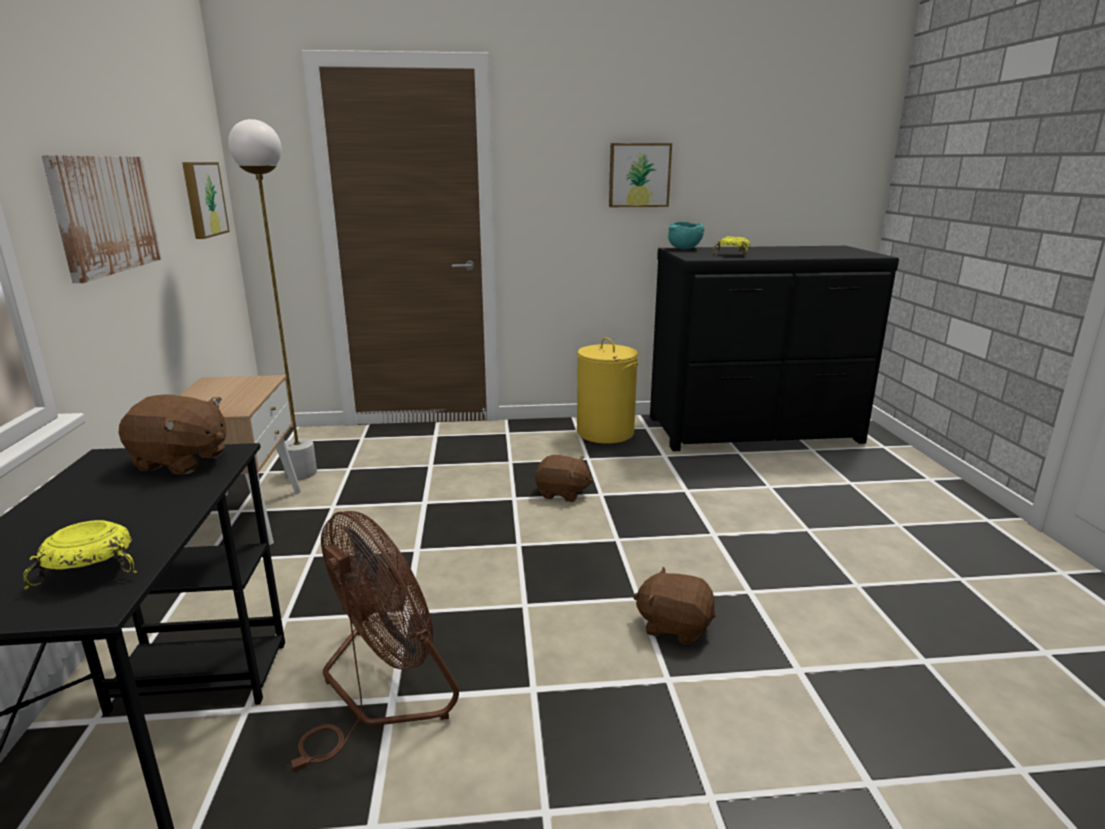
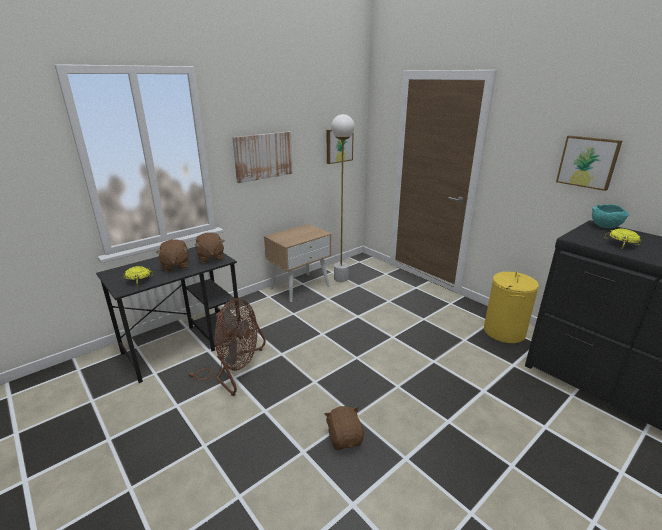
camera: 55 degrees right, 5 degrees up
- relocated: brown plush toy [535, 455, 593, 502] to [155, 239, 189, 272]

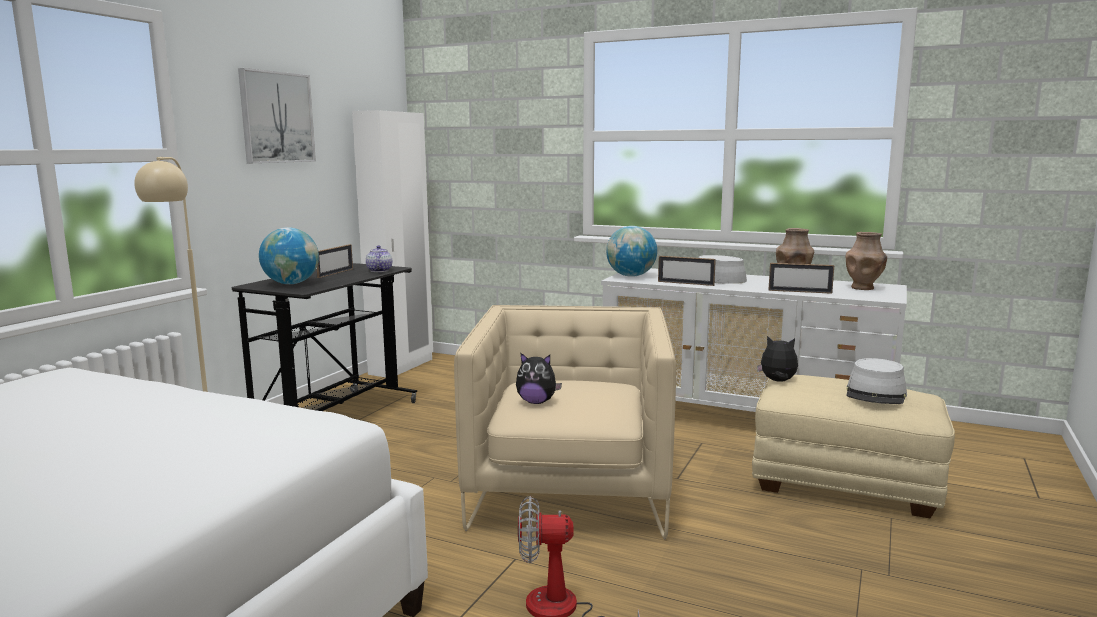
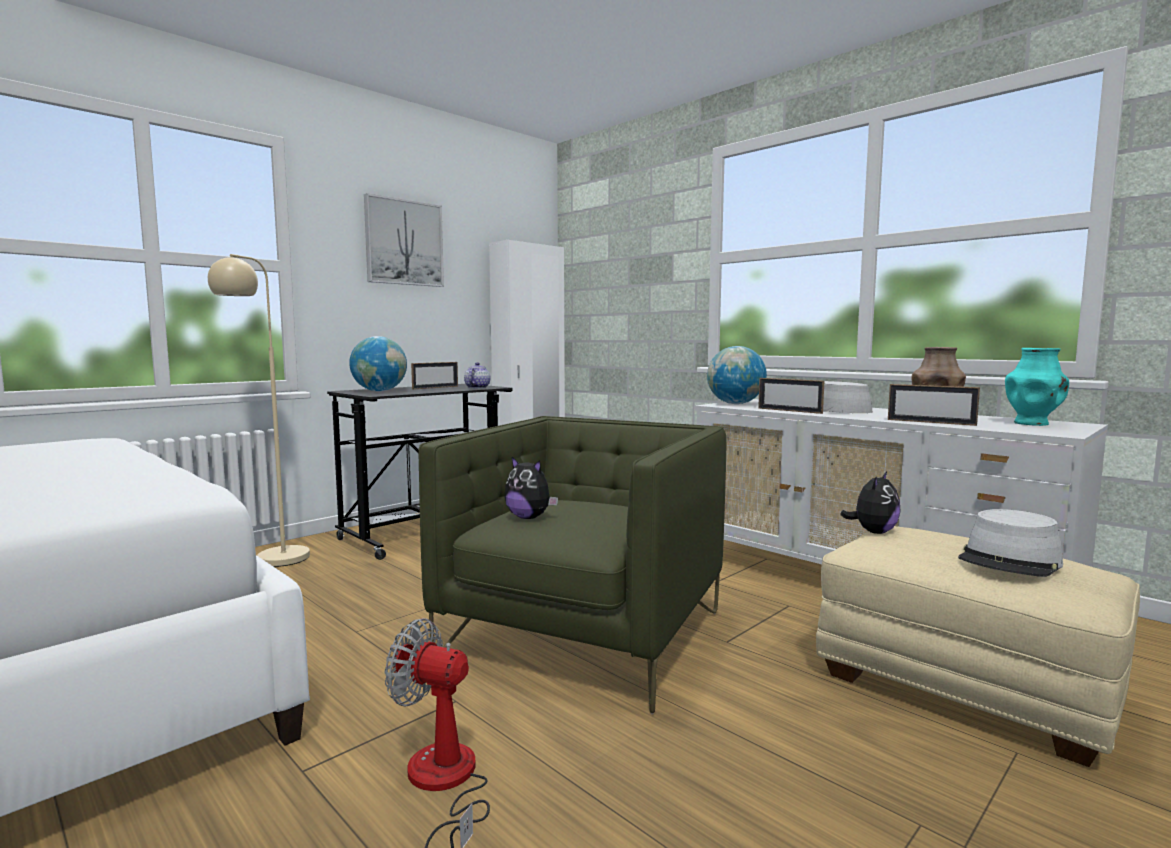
camera: 20 degrees right, 5 degrees down
- colour: beige armchair [454, 305, 676, 539] to green armchair [418, 416, 726, 715]
- spun: plush toy [757, 336, 798, 382] = [840, 471, 901, 534] 90 degrees clockwise
- colour: brown vase [846, 232, 887, 290] to turquoise vase [1005, 348, 1069, 426]

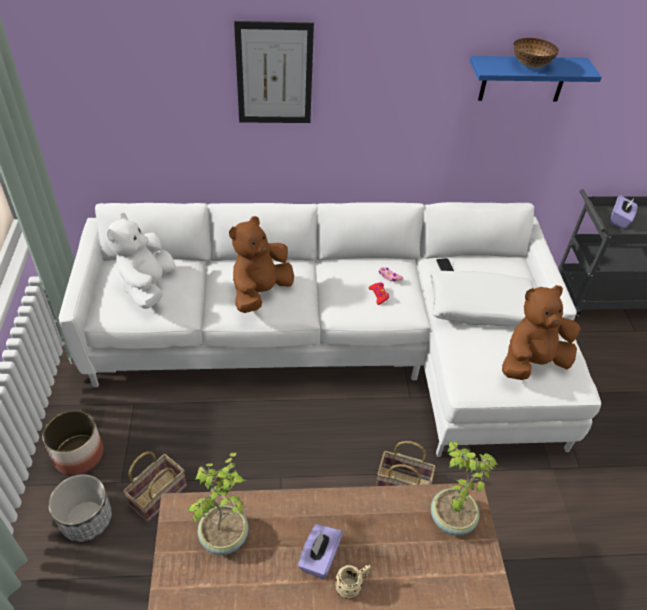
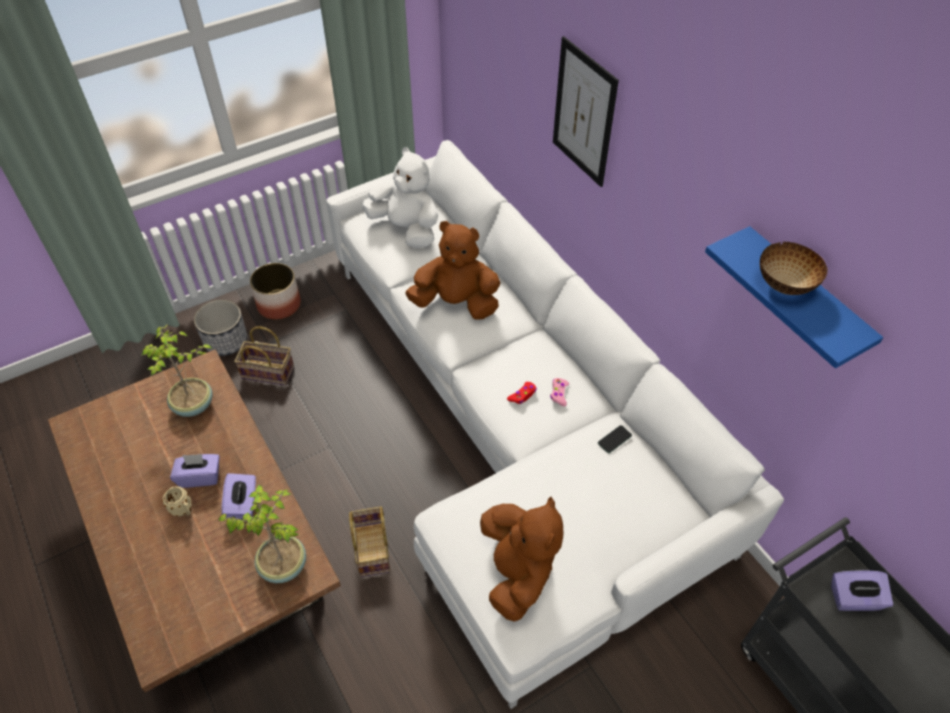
camera: 65 degrees right, 5 degrees up
- appeared: purple tissue box [222, 473, 256, 520]
- spun: white plush toy [106, 213, 176, 309] = [363, 147, 438, 248] 60 degrees clockwise
- spun: brown plush toy [502, 285, 581, 380] = [480, 497, 563, 622] 45 degrees clockwise
- missing: white pillow [430, 271, 534, 326]

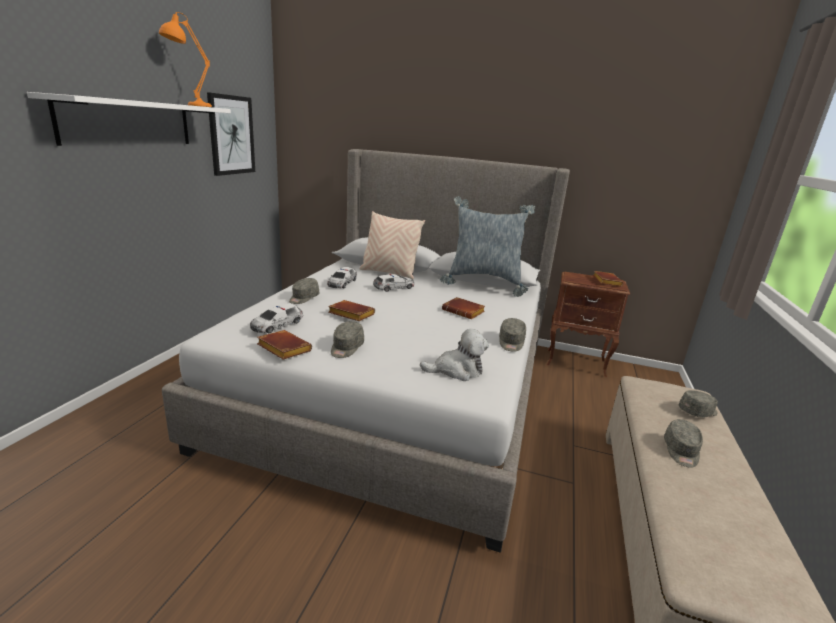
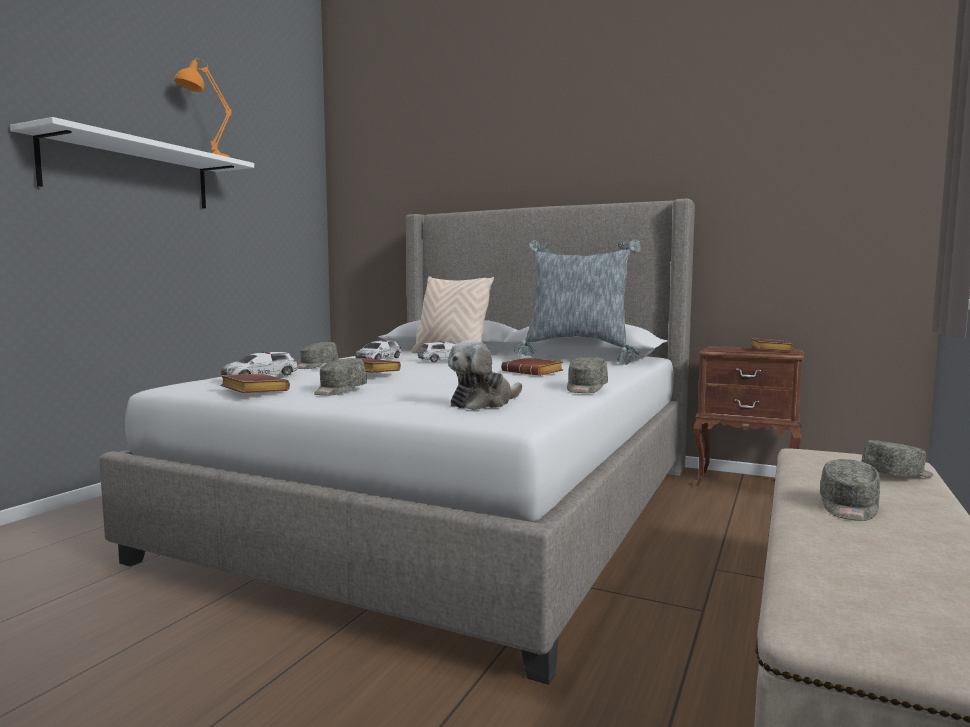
camera: 10 degrees right, 15 degrees down
- spun: plush toy [420, 329, 489, 381] = [448, 340, 522, 410] 135 degrees clockwise
- missing: picture [207, 92, 255, 176]

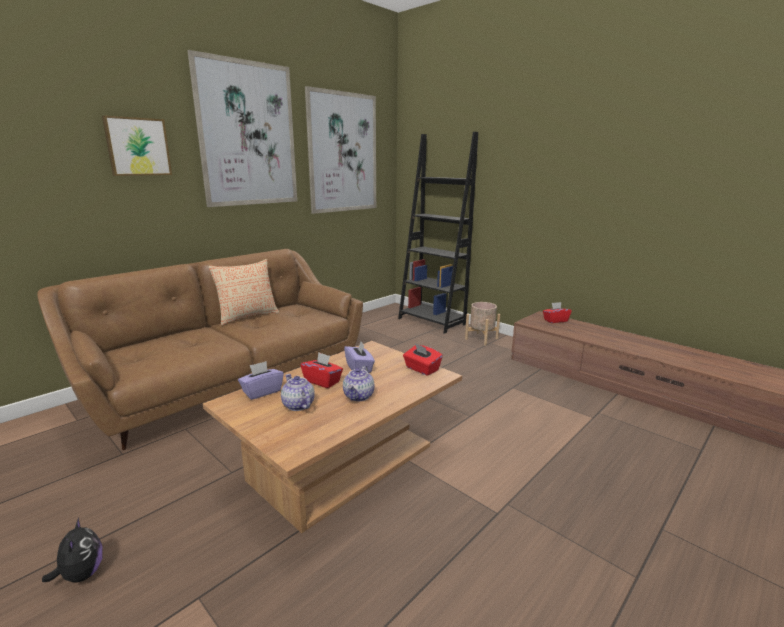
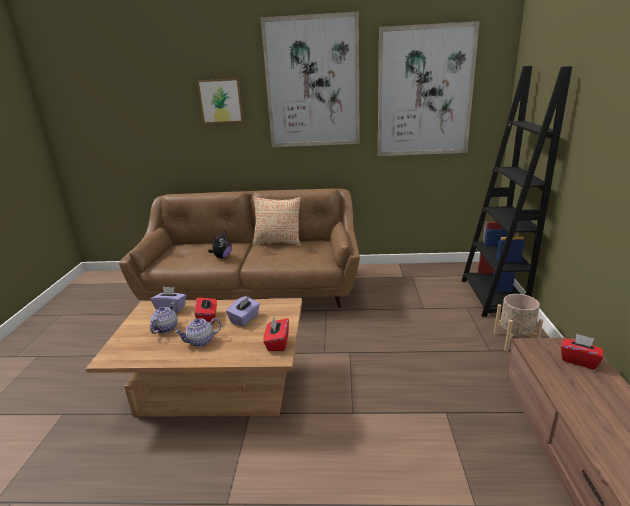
camera: 50 degrees right, 5 degrees up
- relocated: plush toy [42, 517, 103, 583] to [208, 232, 232, 259]

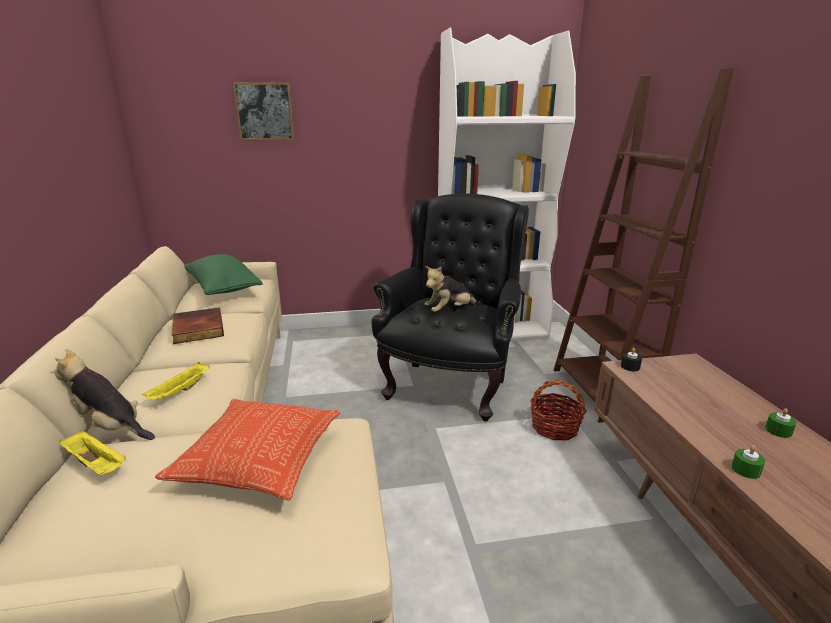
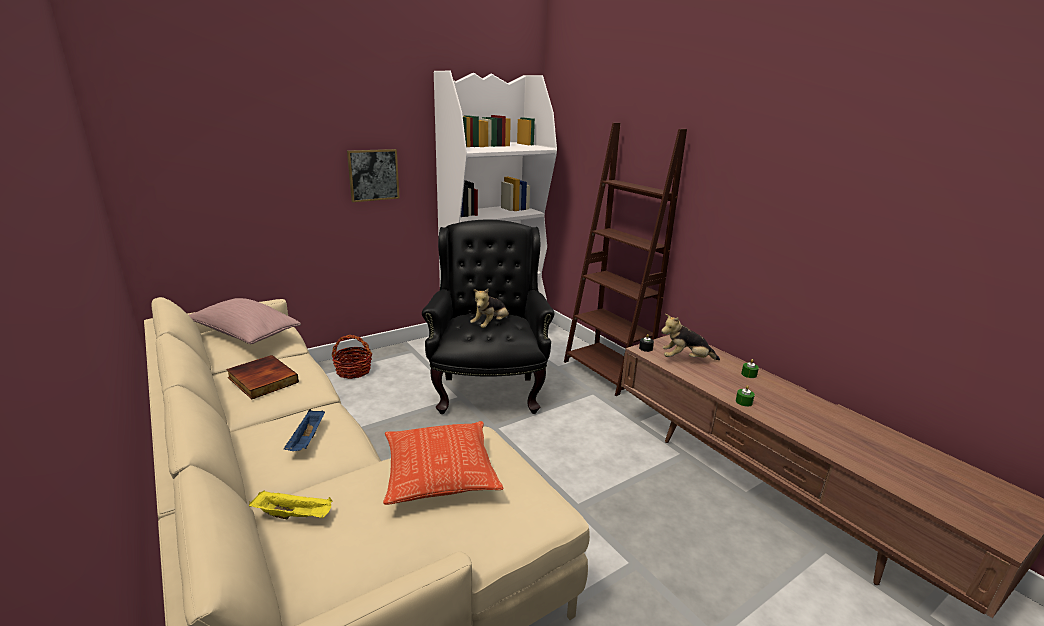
camera: 25 degrees left, 0 degrees up
- colour: green pillow [184, 254, 263, 295] to pink pillow [189, 298, 301, 344]
- colour: yellow tray [142, 362, 210, 400] to blue tray [284, 409, 325, 451]
- relocated: basket [530, 380, 587, 441] to [332, 335, 372, 379]
- relocated: picture [233, 82, 294, 140] to [347, 149, 400, 202]
- relocated: plush toy [55, 349, 155, 440] to [661, 314, 720, 360]

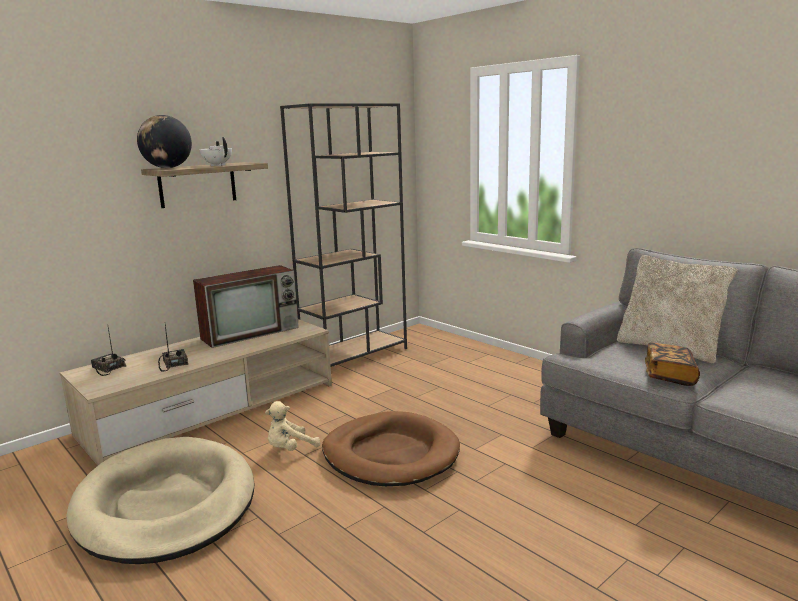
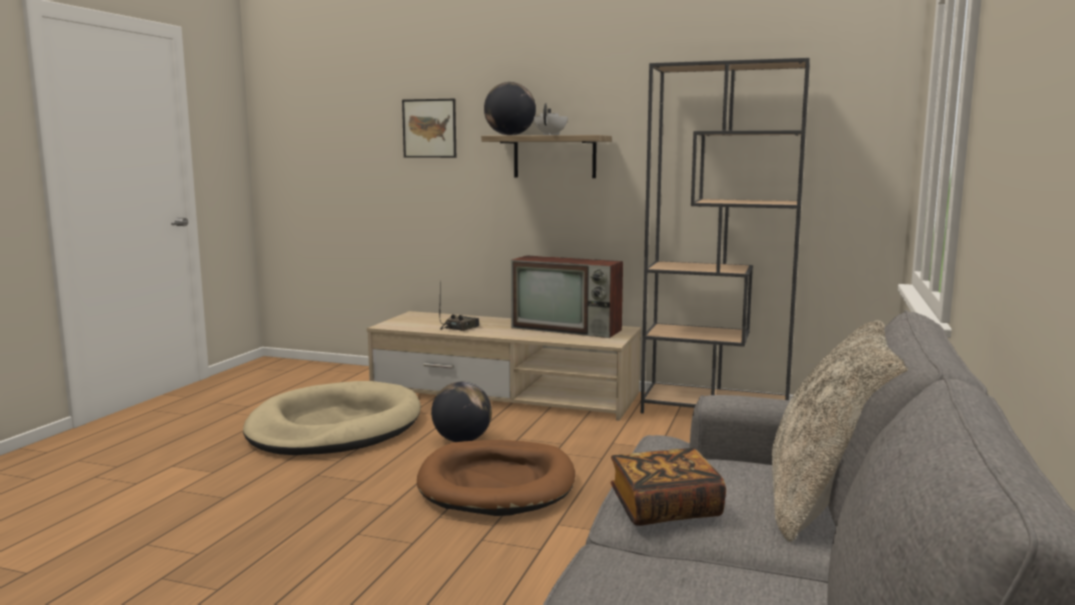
camera: 60 degrees right, 5 degrees down
- appeared: picture [402, 99, 456, 158]
- exchanged: beige plush toy [265, 401, 320, 451] to globe [431, 382, 492, 442]
- missing: radio [91, 327, 126, 376]

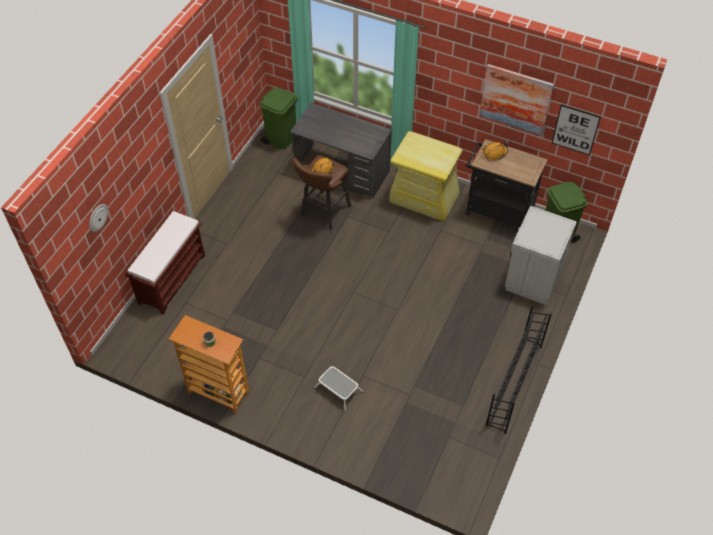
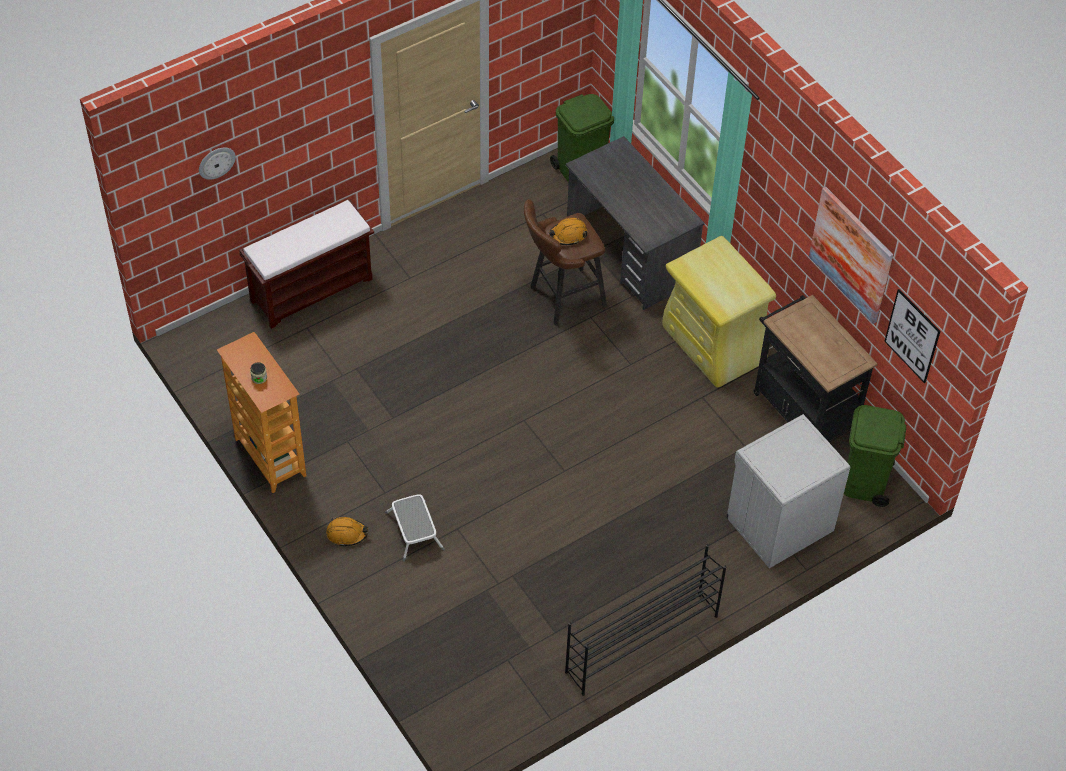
camera: 30 degrees right, 0 degrees up
- relocated: orange hard hat [483, 142, 508, 160] to [326, 517, 368, 547]

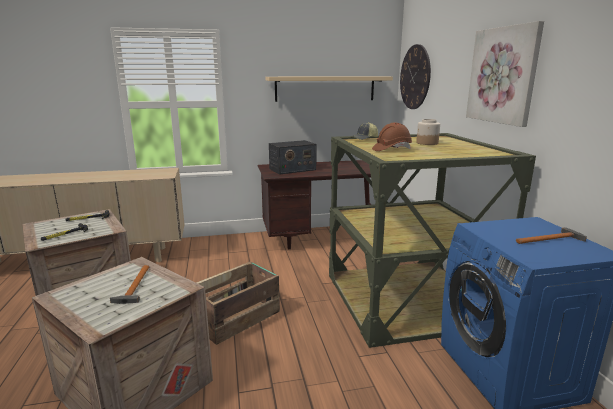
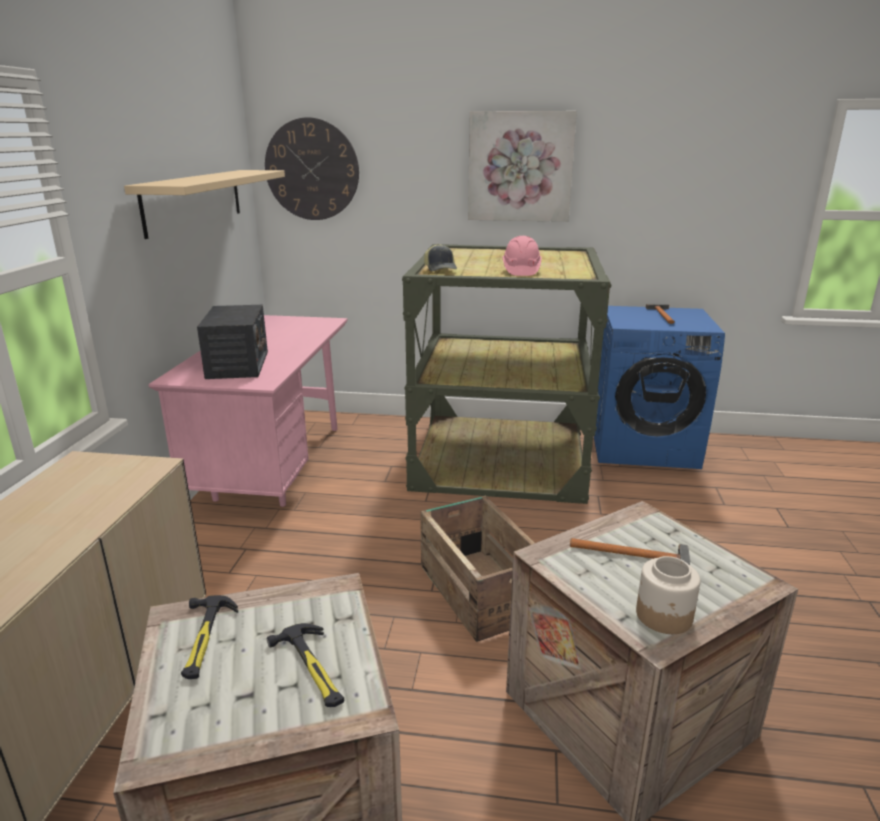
camera: 70 degrees left, 5 degrees up
- colour: brown desk [258, 160, 372, 249] to pink desk [149, 315, 348, 507]
- colour: brown hard hat [372, 123, 412, 151] to pink hard hat [503, 236, 541, 276]
- relocated: jar [416, 119, 440, 145] to [636, 556, 701, 634]

